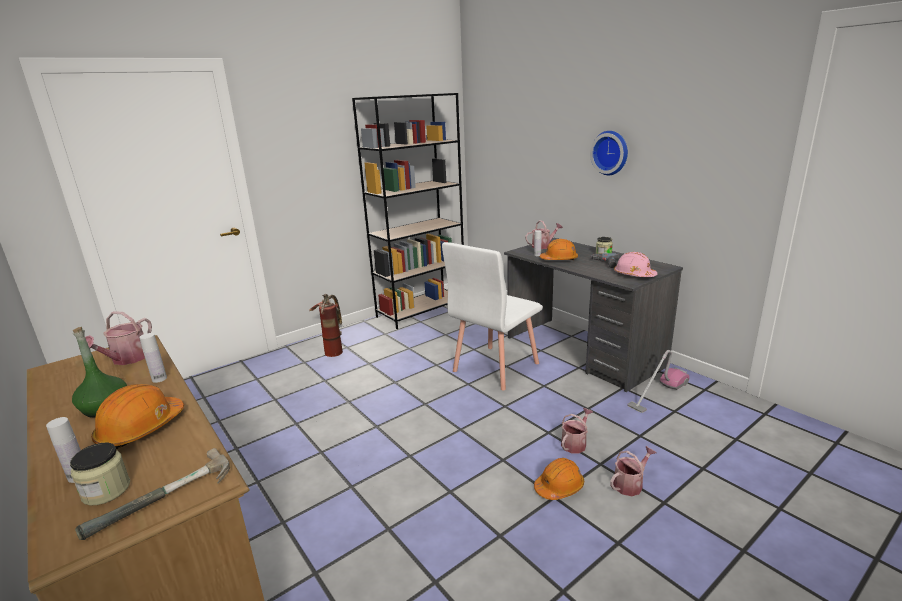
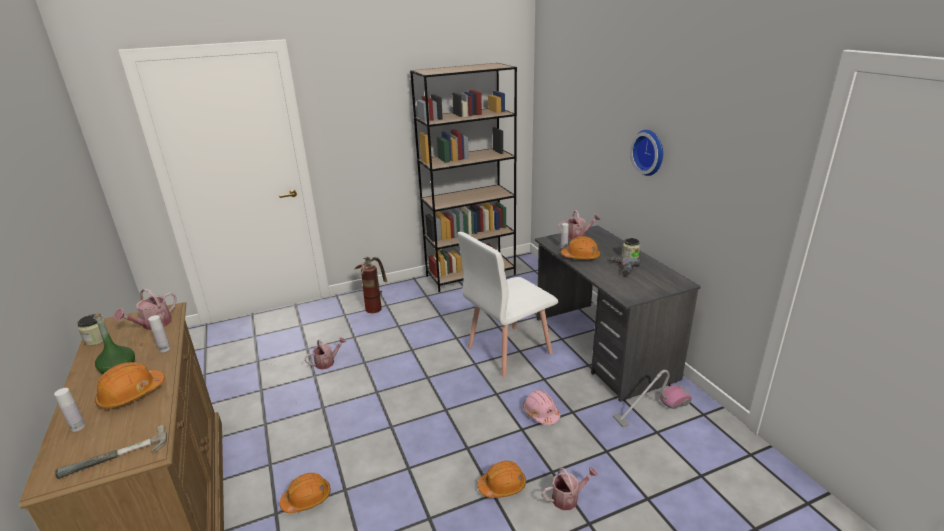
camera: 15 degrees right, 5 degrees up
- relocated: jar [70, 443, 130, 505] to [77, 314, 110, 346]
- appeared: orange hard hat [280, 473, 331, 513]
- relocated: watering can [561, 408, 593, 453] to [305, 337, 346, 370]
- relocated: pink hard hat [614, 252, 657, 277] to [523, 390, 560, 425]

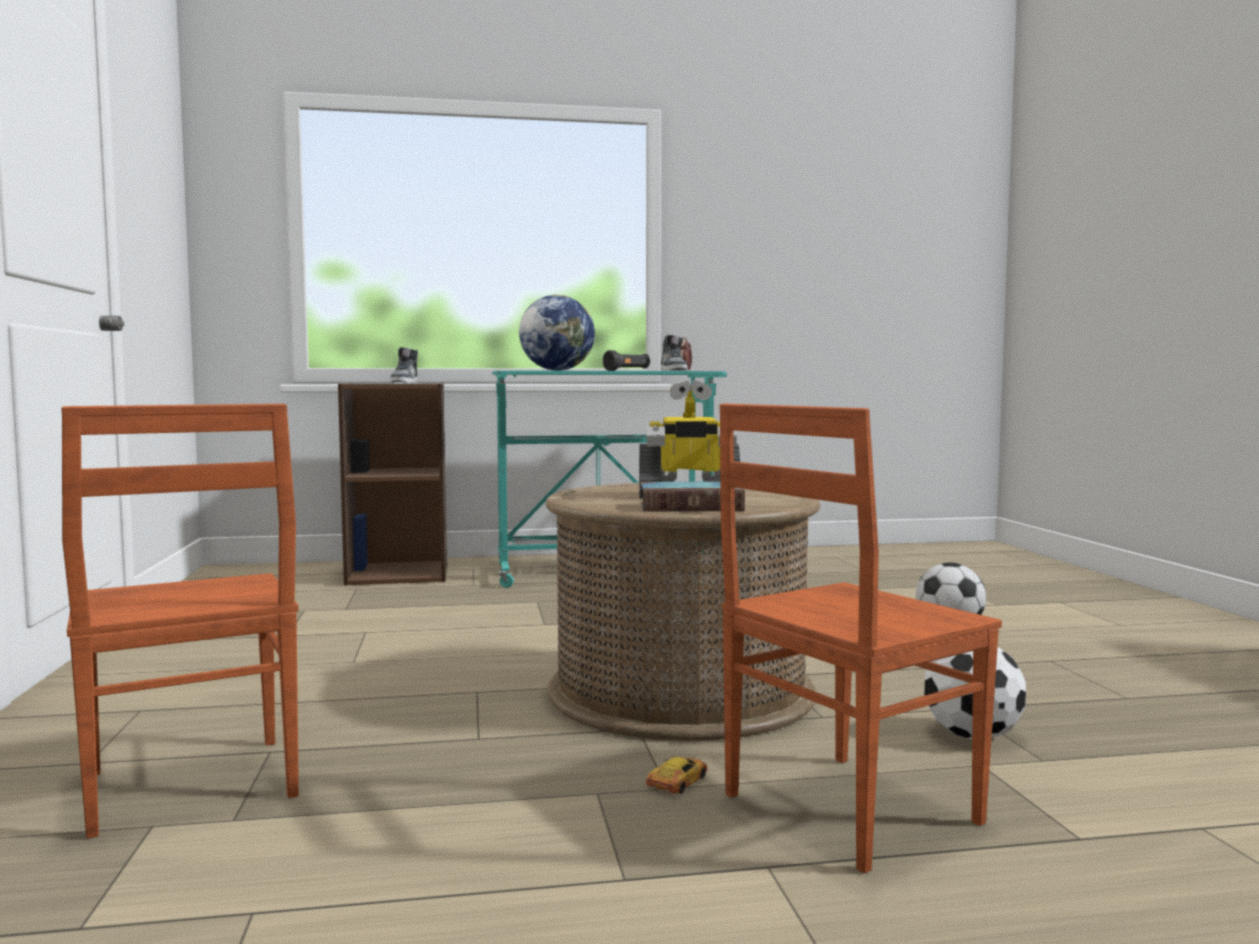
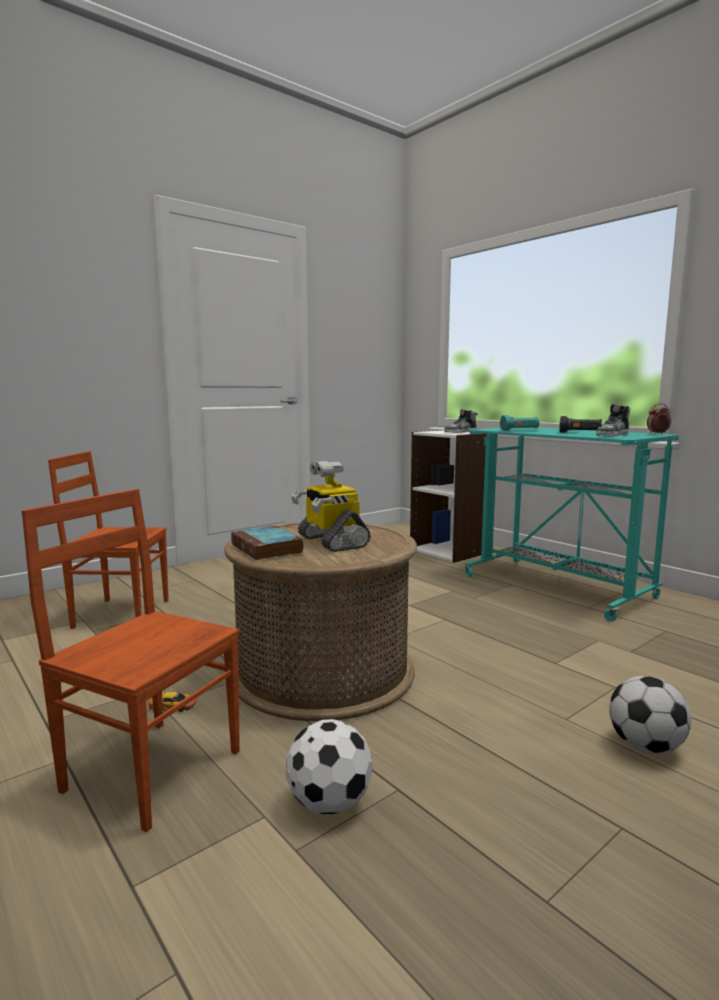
camera: 60 degrees right, 5 degrees up
- spun: brown chair [61, 404, 299, 839] = [48, 451, 169, 629] 60 degrees clockwise
- colour: brown bookcase [338, 383, 447, 586] to white bookcase [410, 430, 498, 563]
- exchanged: globe [519, 295, 595, 371] to turquoise flashlight [500, 415, 540, 431]

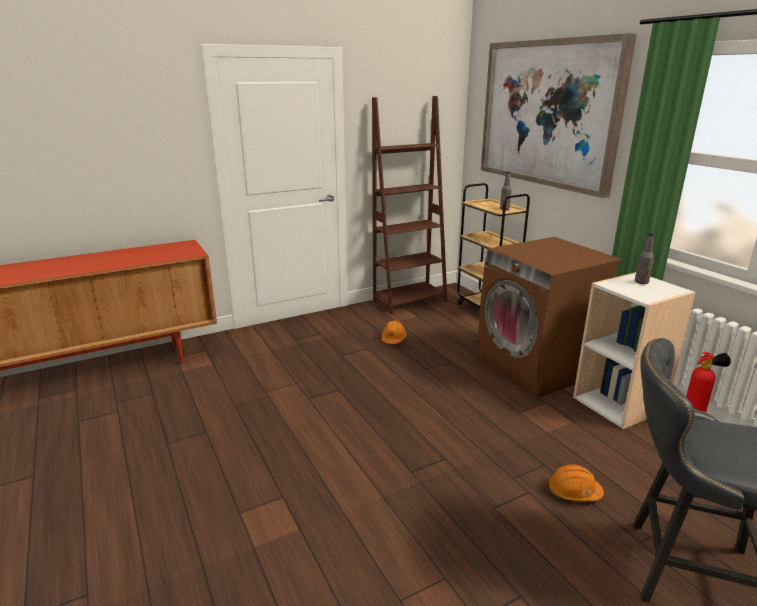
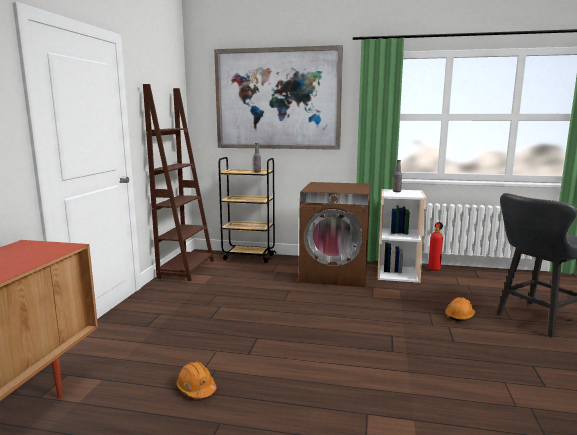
camera: 50 degrees left, 10 degrees down
- relocated: orange hard hat [381, 320, 406, 344] to [176, 361, 216, 399]

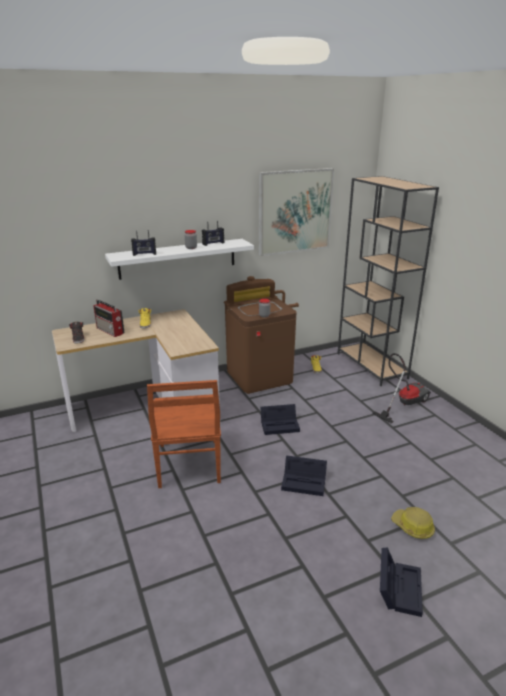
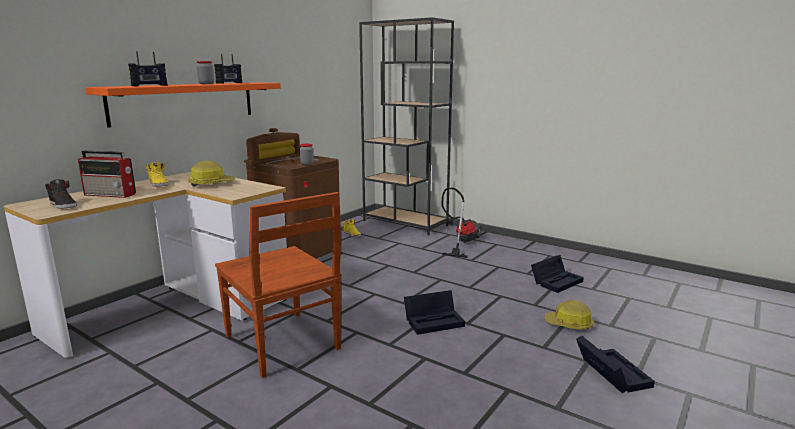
camera: 30 degrees left, 10 degrees down
- colour: white shelf [105, 239, 254, 280] to orange shelf [85, 82, 281, 128]
- appeared: hard hat [188, 161, 235, 187]
- relocated: black storage box [260, 404, 300, 435] to [531, 255, 584, 293]
- missing: picture [259, 168, 334, 256]

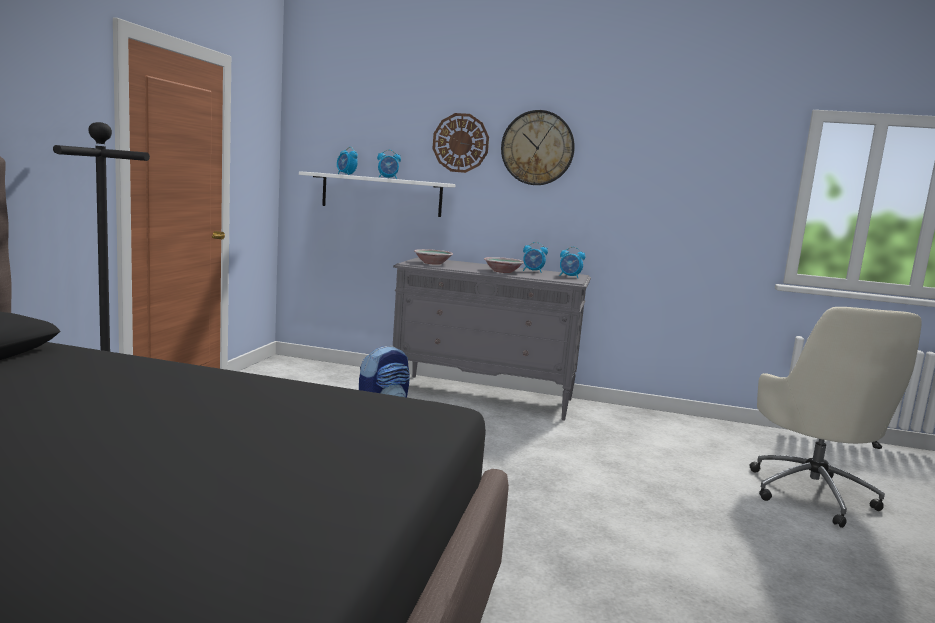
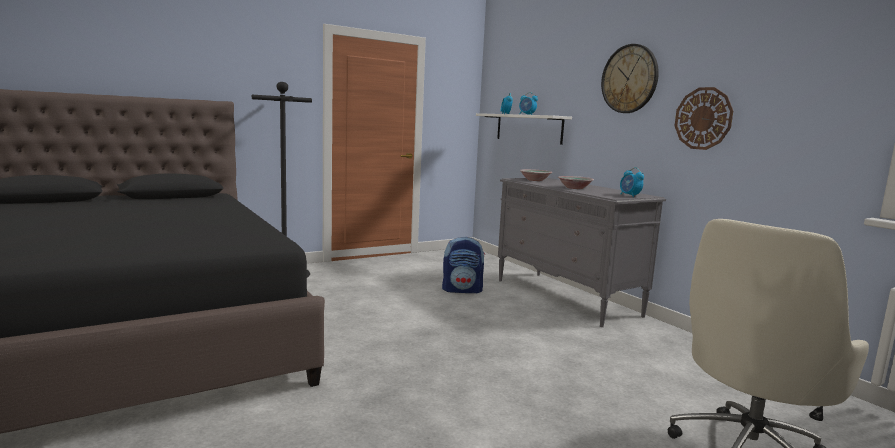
camera: 45 degrees right, 0 degrees up
- relocated: wall clock [433, 113, 489, 173] to [675, 87, 733, 150]
- missing: alarm clock [523, 242, 548, 273]

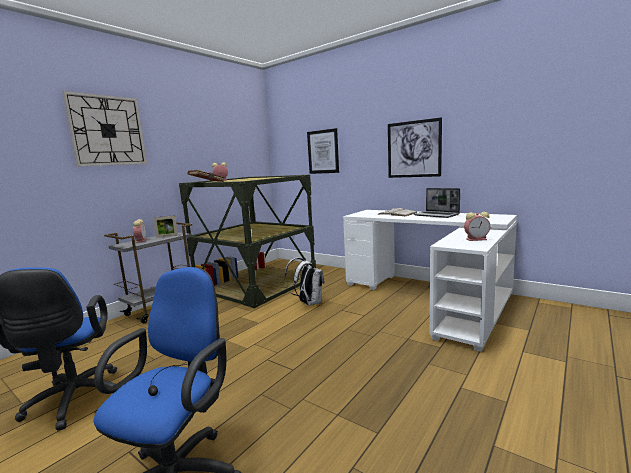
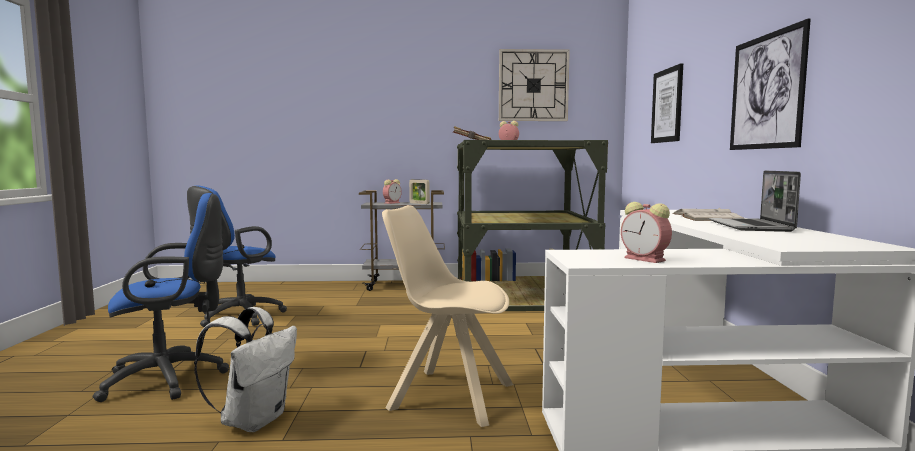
camera: 50 degrees right, 5 degrees down
- relocated: white backpack [284, 258, 325, 306] to [194, 307, 297, 432]
- appeared: beige chair [382, 205, 513, 427]
- relocated: wall clock [62, 91, 147, 167] to [499, 49, 570, 121]

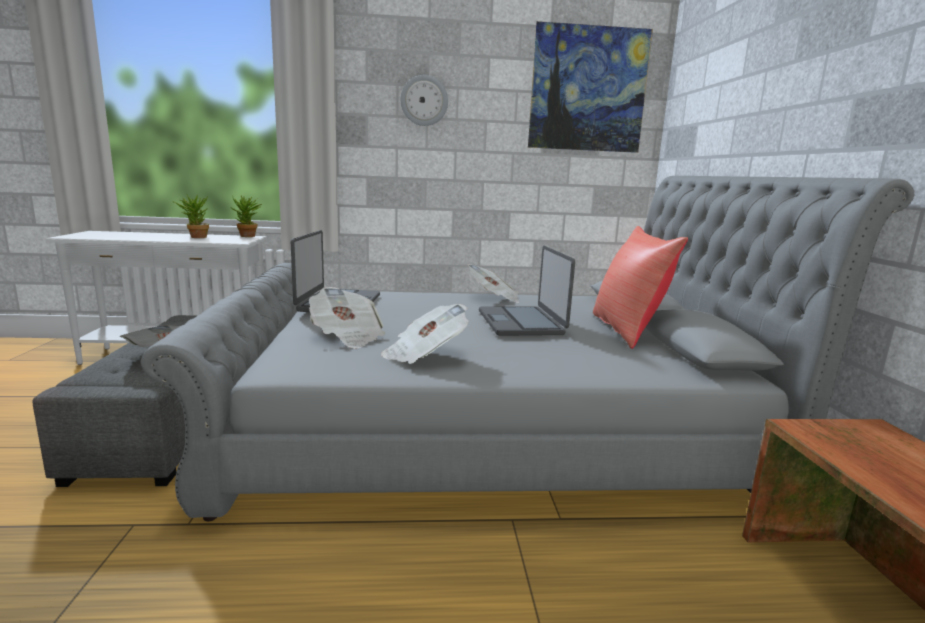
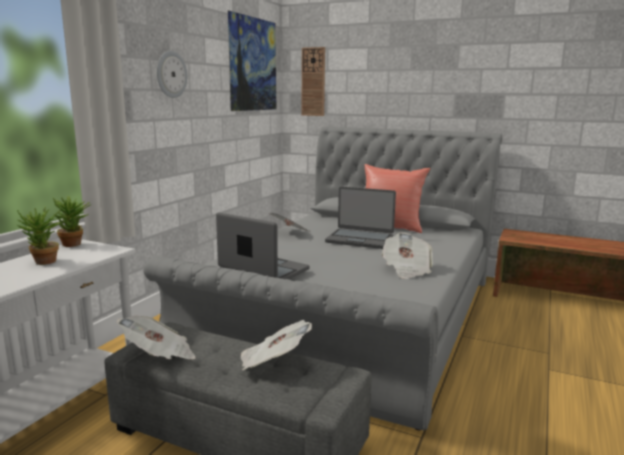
camera: 60 degrees left, 0 degrees up
- relocated: newspaper [309, 287, 385, 349] to [117, 316, 196, 359]
- appeared: wall clock [302, 47, 325, 116]

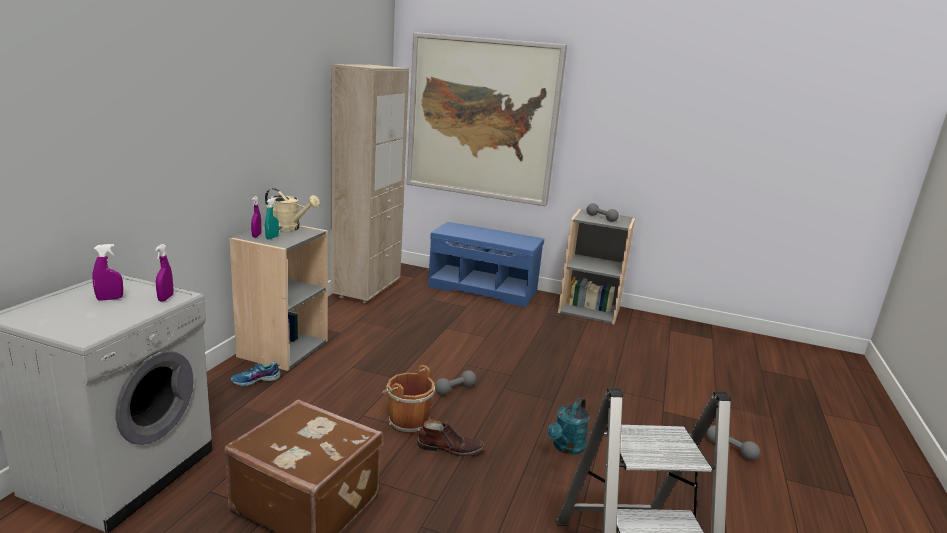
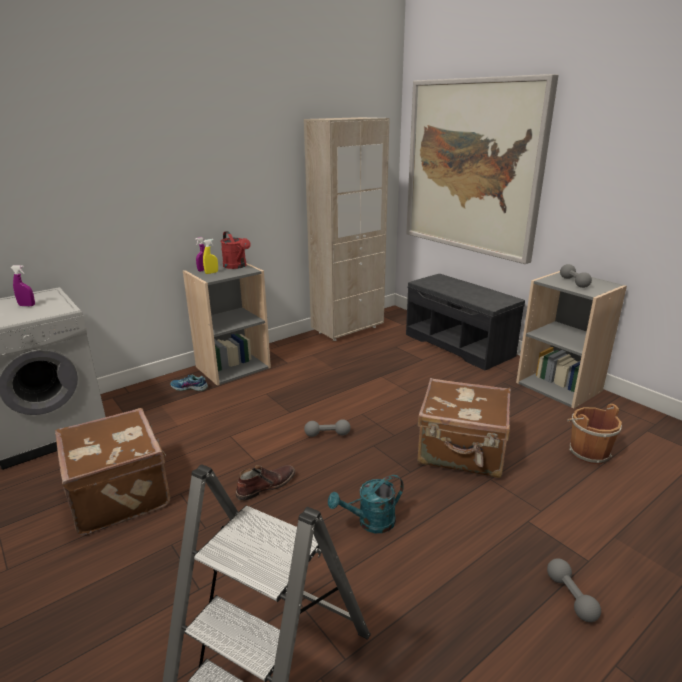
camera: 35 degrees right, 5 degrees up
- colour: turquoise spray bottle [265, 198, 279, 239] to yellow spray bottle [203, 239, 218, 274]
- colour: beige watering can [265, 188, 320, 232] to red watering can [221, 231, 251, 269]
- spun: brown boot [417, 419, 485, 456] = [236, 465, 295, 501] 75 degrees counterclockwise
- colour: blue bench [428, 222, 544, 307] to grey bench [406, 274, 525, 371]
- appeared: brown suitcase [417, 378, 511, 478]
- relocated: brown bucket [382, 365, 435, 434] to [567, 404, 622, 464]
- missing: purple spray bottle [155, 244, 174, 302]

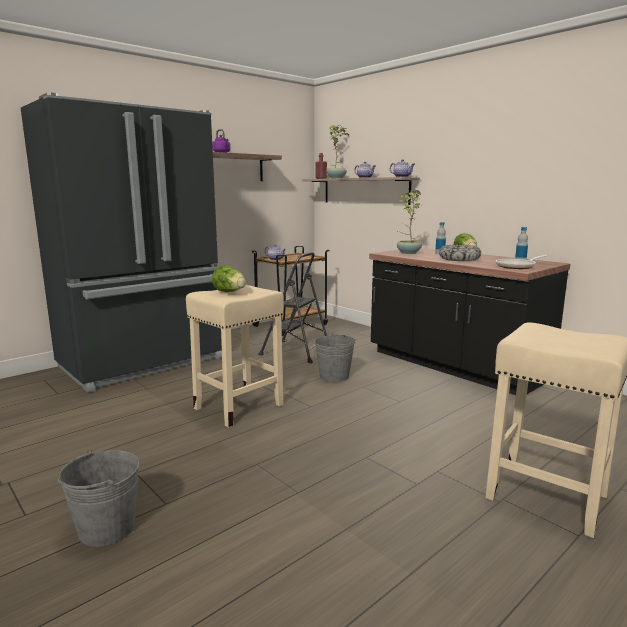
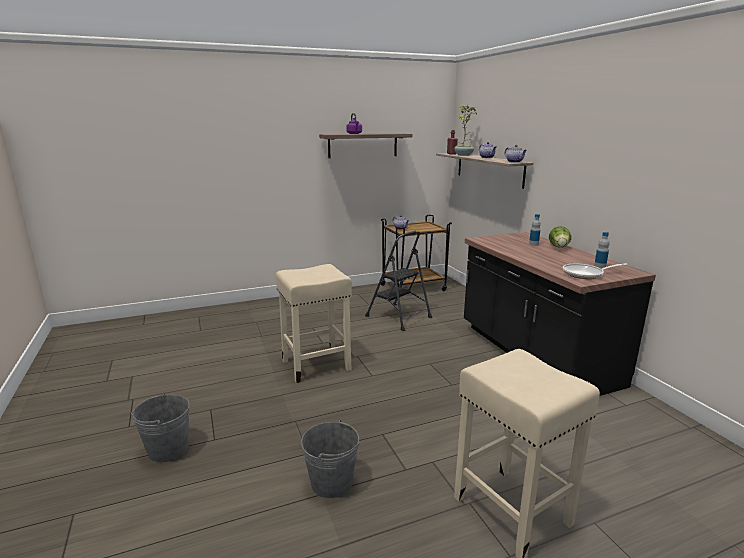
camera: 20 degrees right, 5 degrees up
- relocated: grey bucket [315, 333, 356, 382] to [301, 419, 359, 498]
- missing: black fridge [21, 93, 222, 392]
- missing: lettuce [212, 265, 246, 292]
- missing: potted plant [397, 190, 422, 254]
- missing: bowl [439, 245, 481, 261]

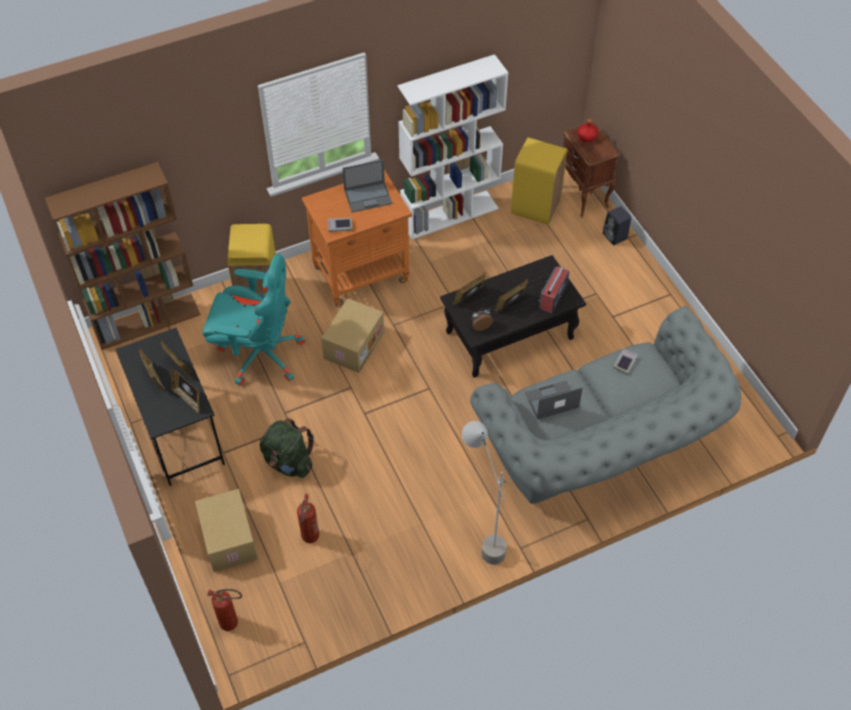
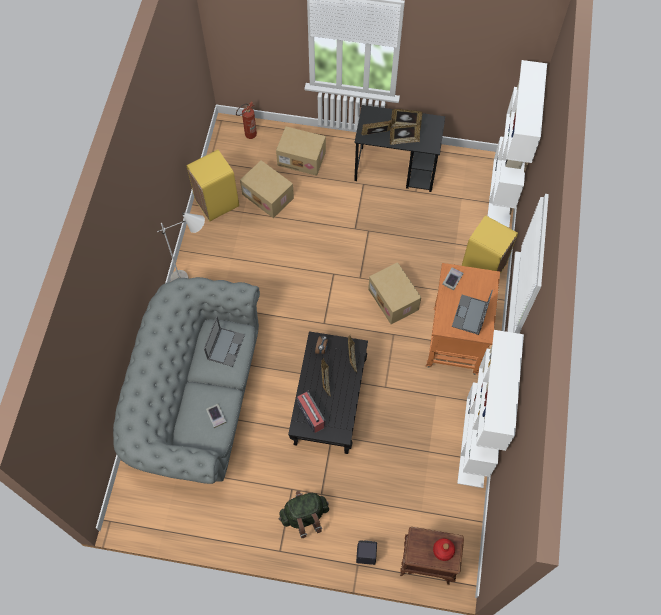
camera: 125 degrees right, 10 degrees up
- relocated: yellow trash can [511, 137, 568, 225] to [186, 150, 239, 221]
- exchanged: fire extinguisher [297, 494, 319, 543] to cardboard box [240, 160, 294, 218]
- relocated: green backpack [260, 418, 314, 478] to [279, 491, 329, 538]
- colour: brown bookcase [45, 162, 201, 350] to white bookcase [488, 60, 547, 228]
- missing: turquoise office chair [203, 253, 305, 385]

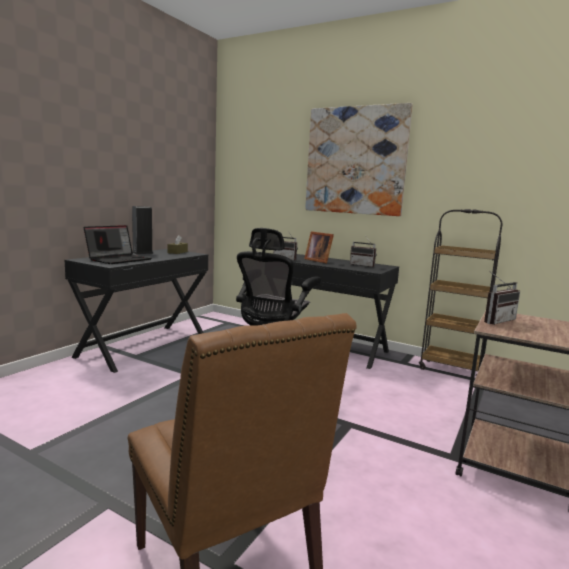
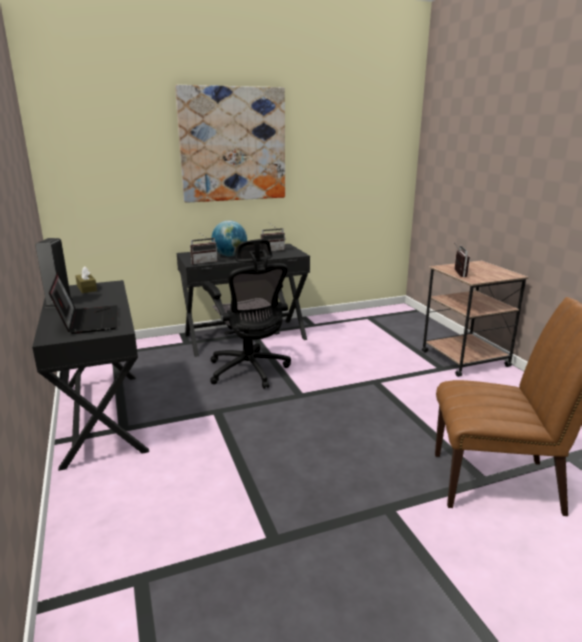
camera: 50 degrees left, 10 degrees up
- exchanged: picture frame [304, 231, 334, 264] to globe [212, 220, 247, 256]
- missing: brown cart [419, 209, 502, 375]

